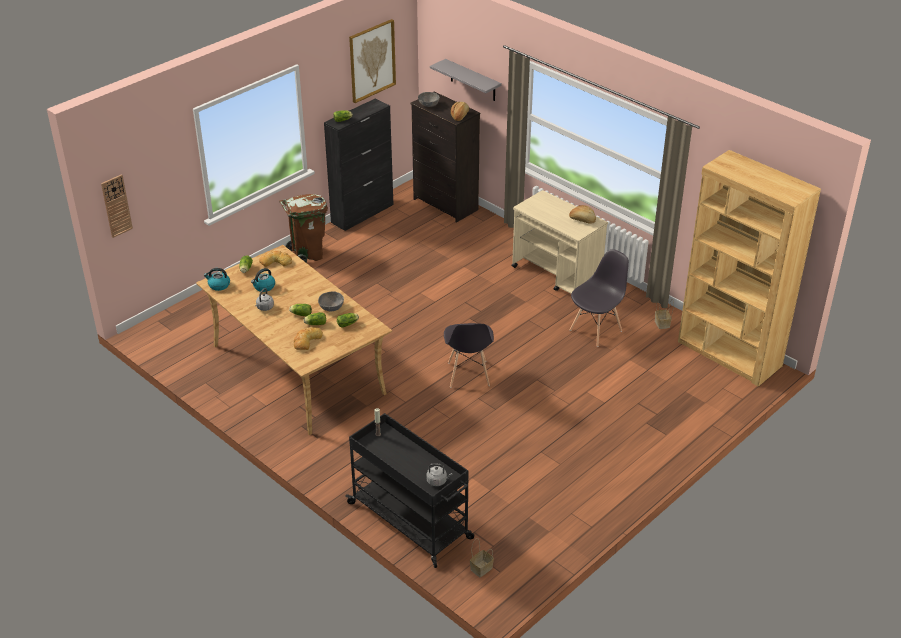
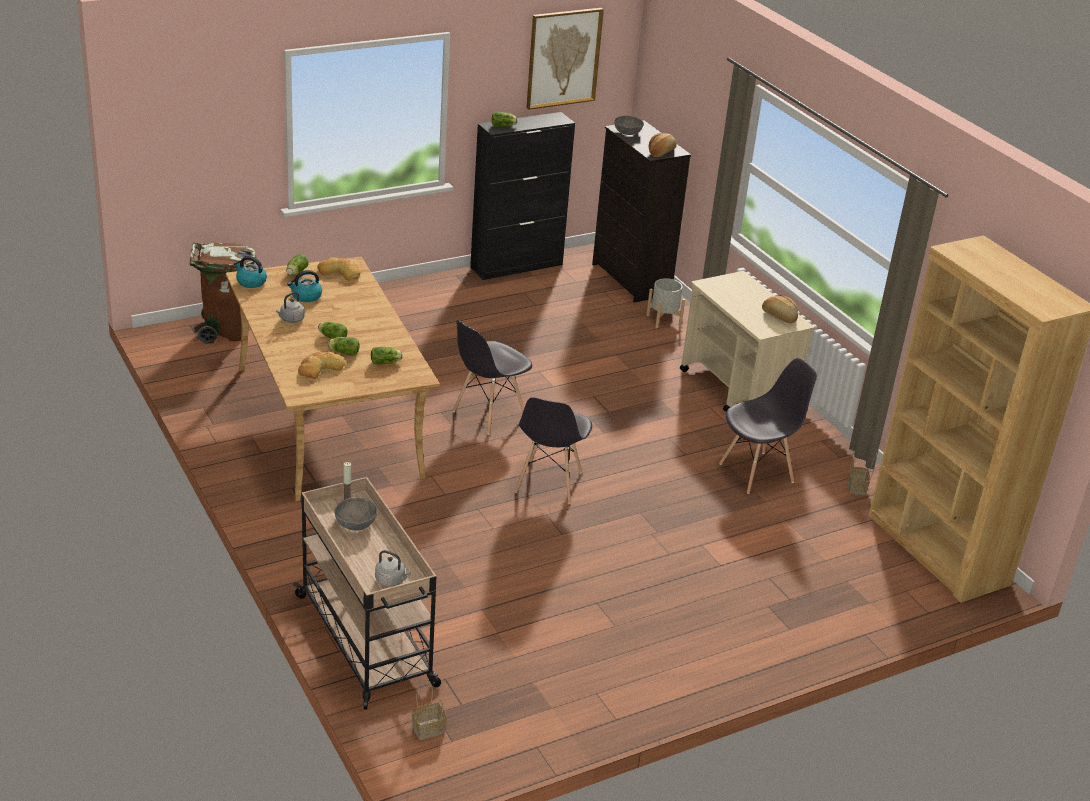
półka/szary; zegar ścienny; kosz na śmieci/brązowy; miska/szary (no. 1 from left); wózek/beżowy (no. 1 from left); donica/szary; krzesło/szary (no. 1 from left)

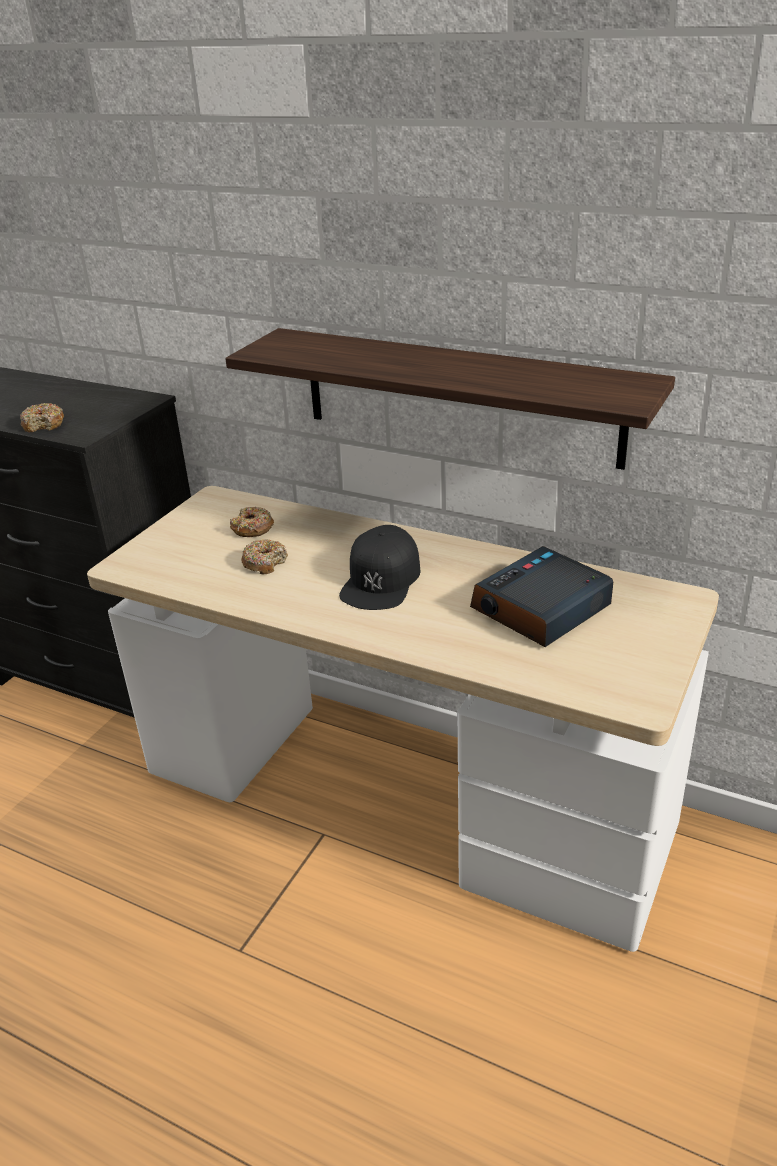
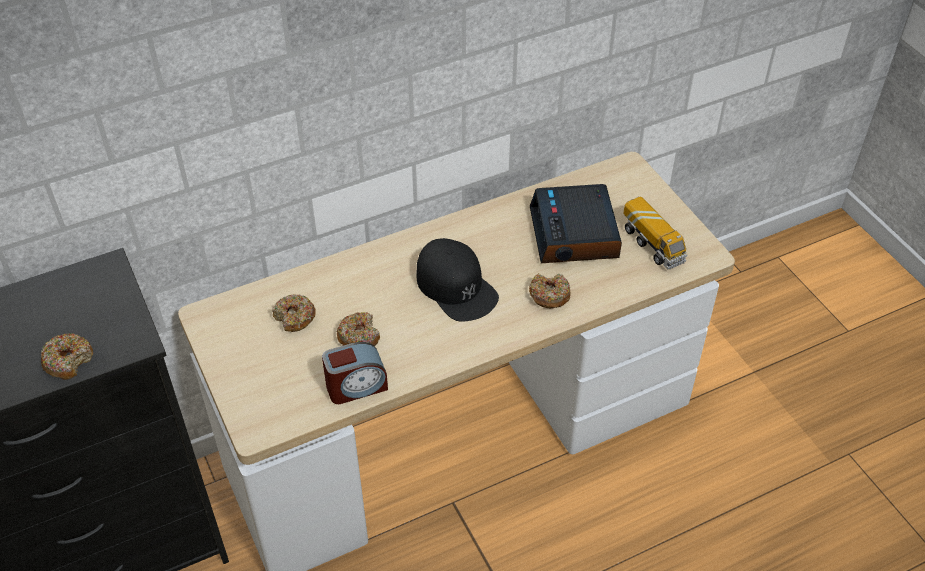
półka; ciężarówka zabawkowa; donut (no. 4 from left); budzik (no. 1 from left)

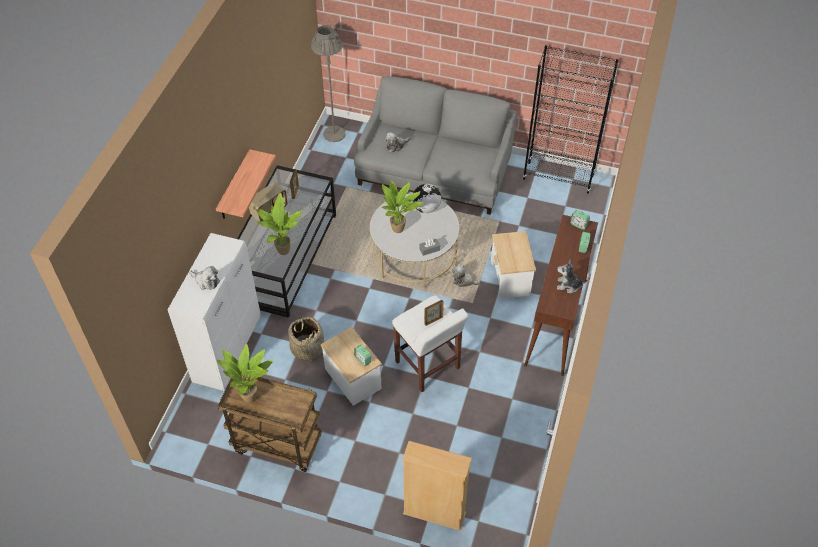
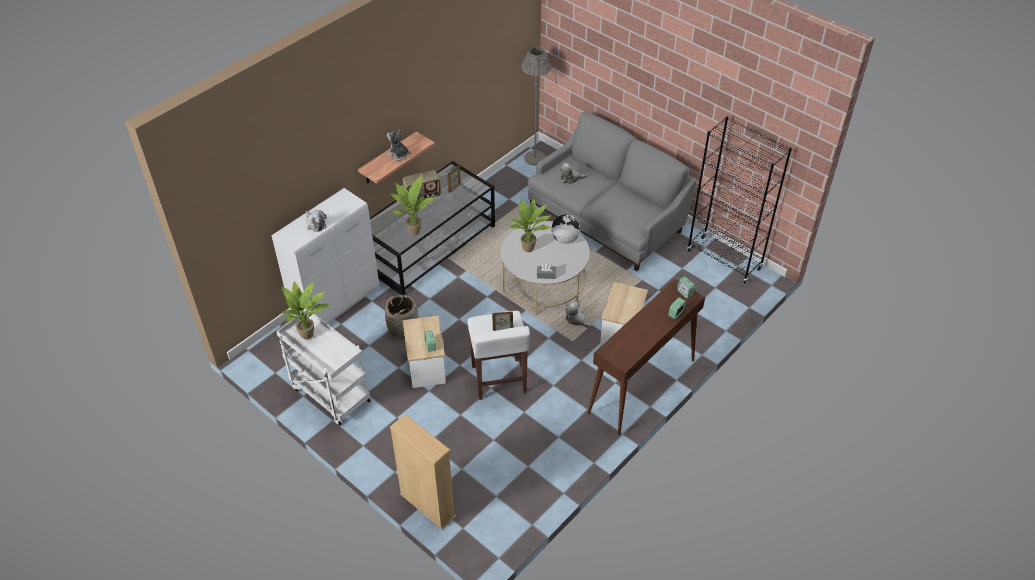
pluszak (no. 2 from left); wózek/biały

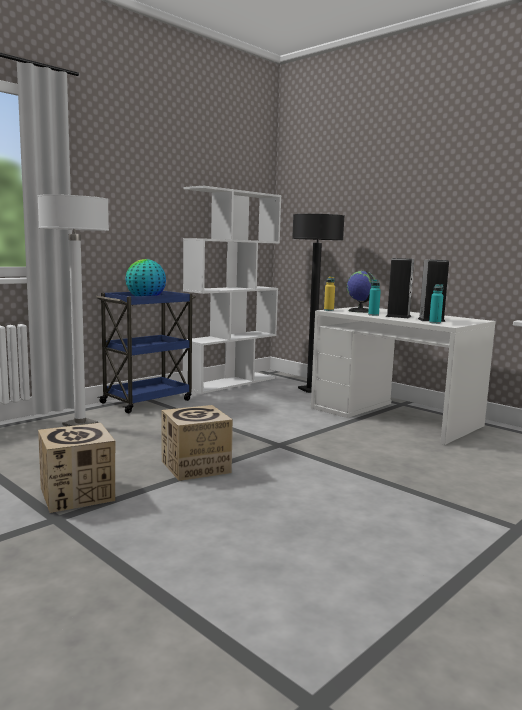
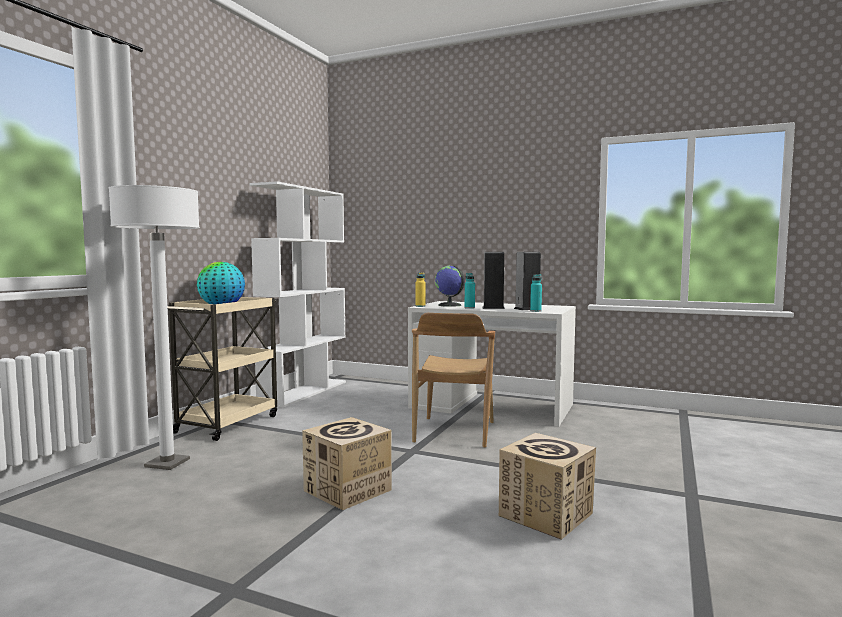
lampa stojąca/czarny; wózek/beżowy; karton (no. 2 from left); krzesło/brązowy

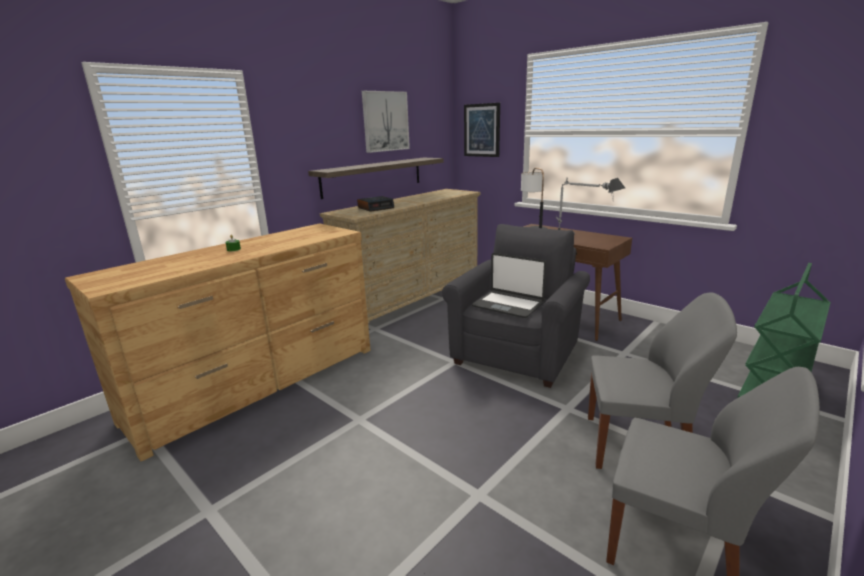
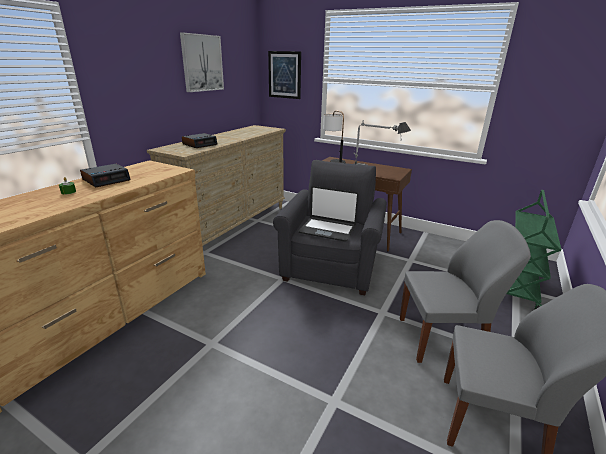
półka; budzik (no. 1 from left)

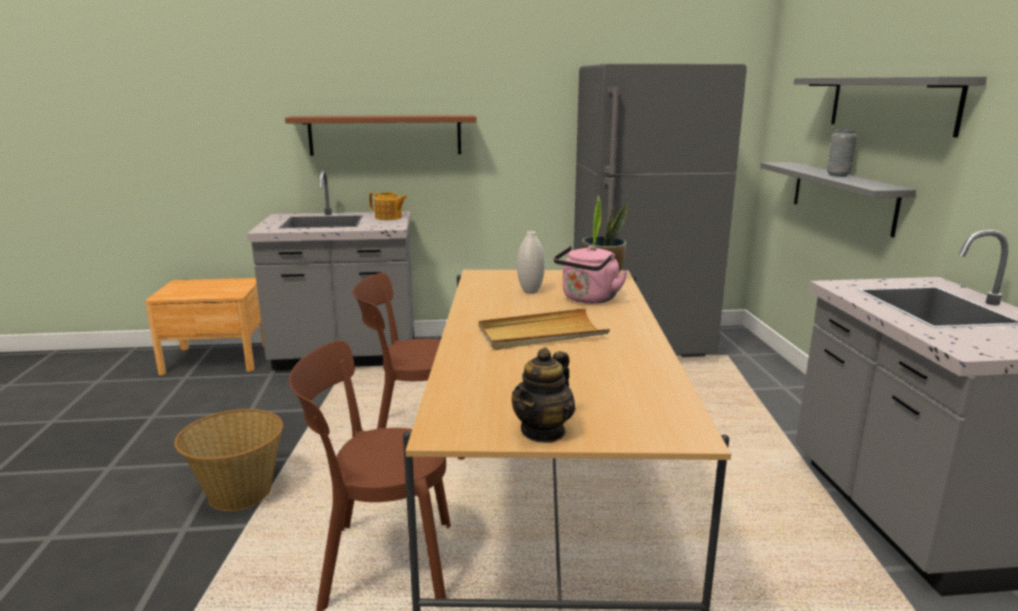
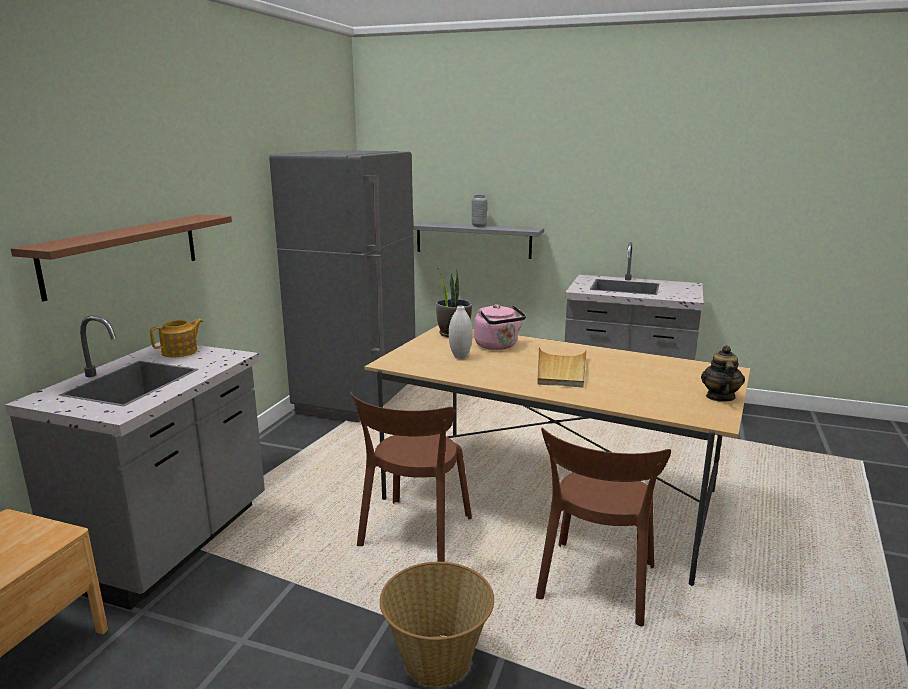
półka/szary (no. 2 from left in the first image); imbryk (no. 2 from left)

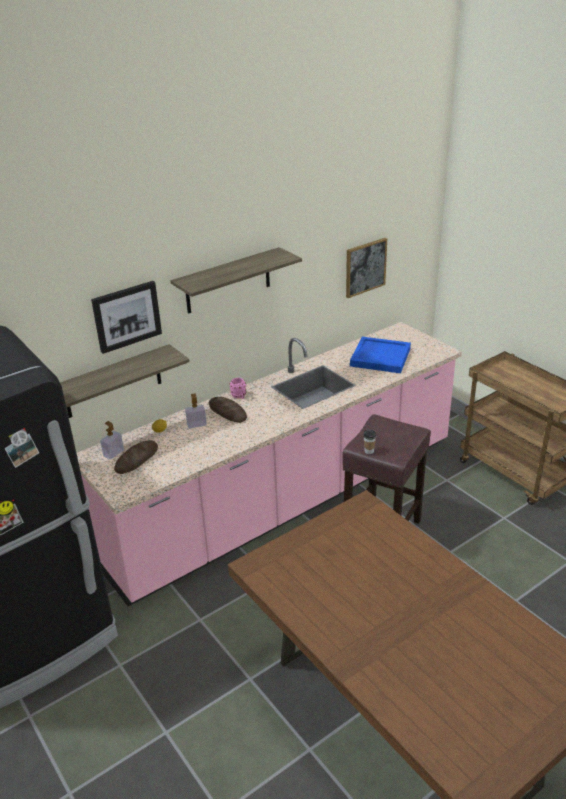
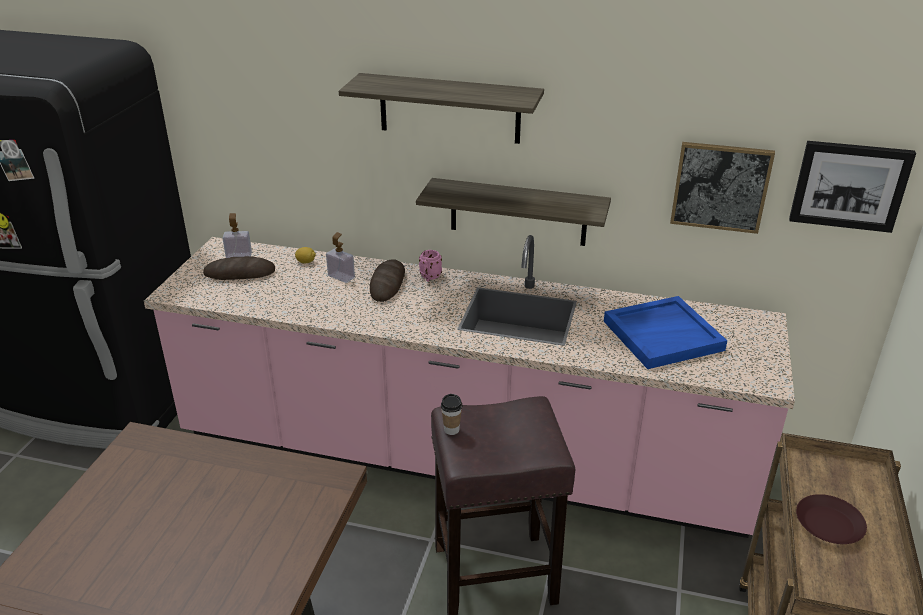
obraz (no. 2 from left); półka (no. 2 from left); talerz/brązowy

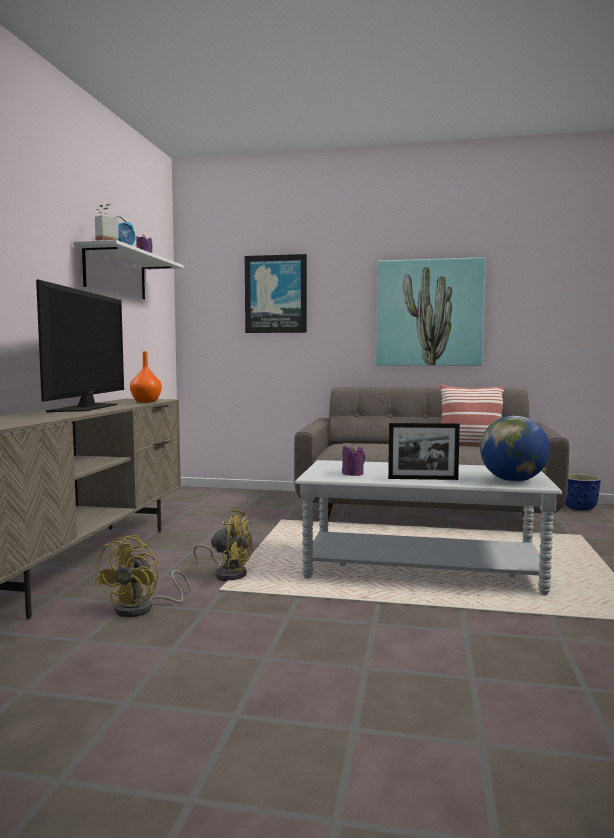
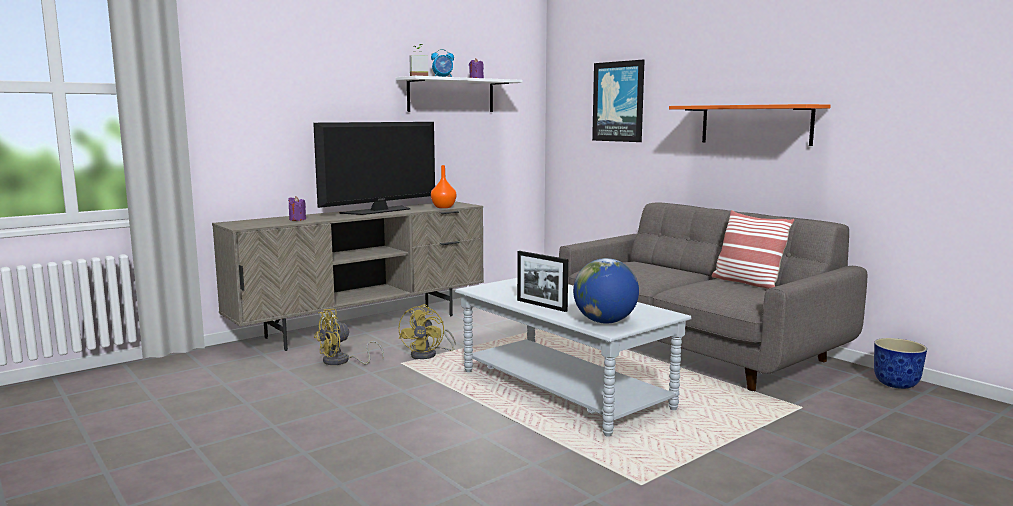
półka/pomarańczowy; świeca/fioletowy (no. 1 from left); wentylator/żółty (no. 2 from left)

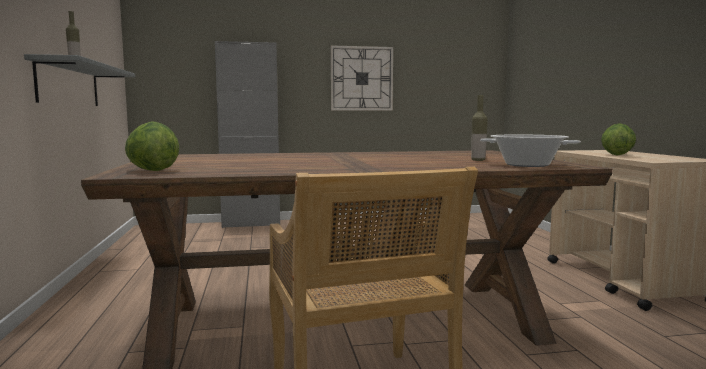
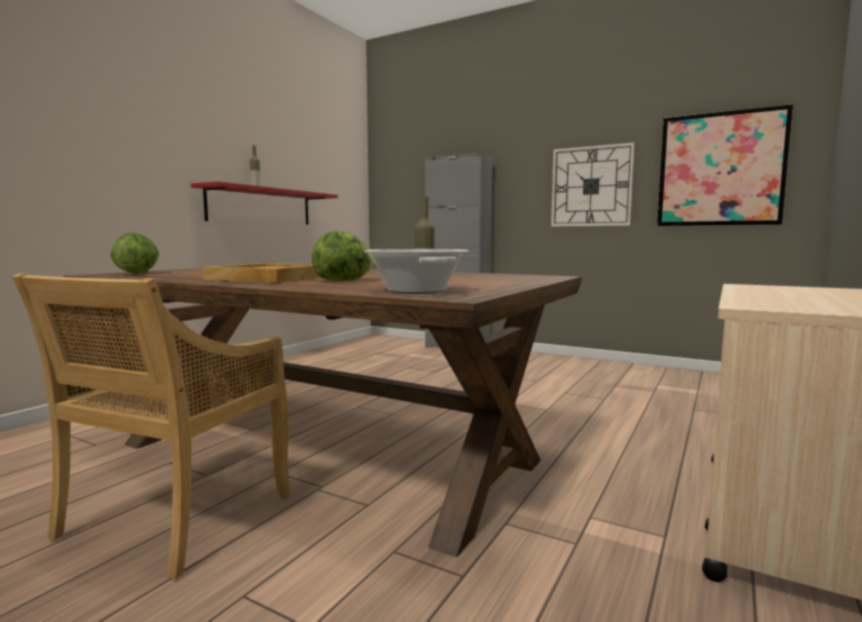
półka/czerwony; sałata (no. 2 from left); obraz; taca/beżowy

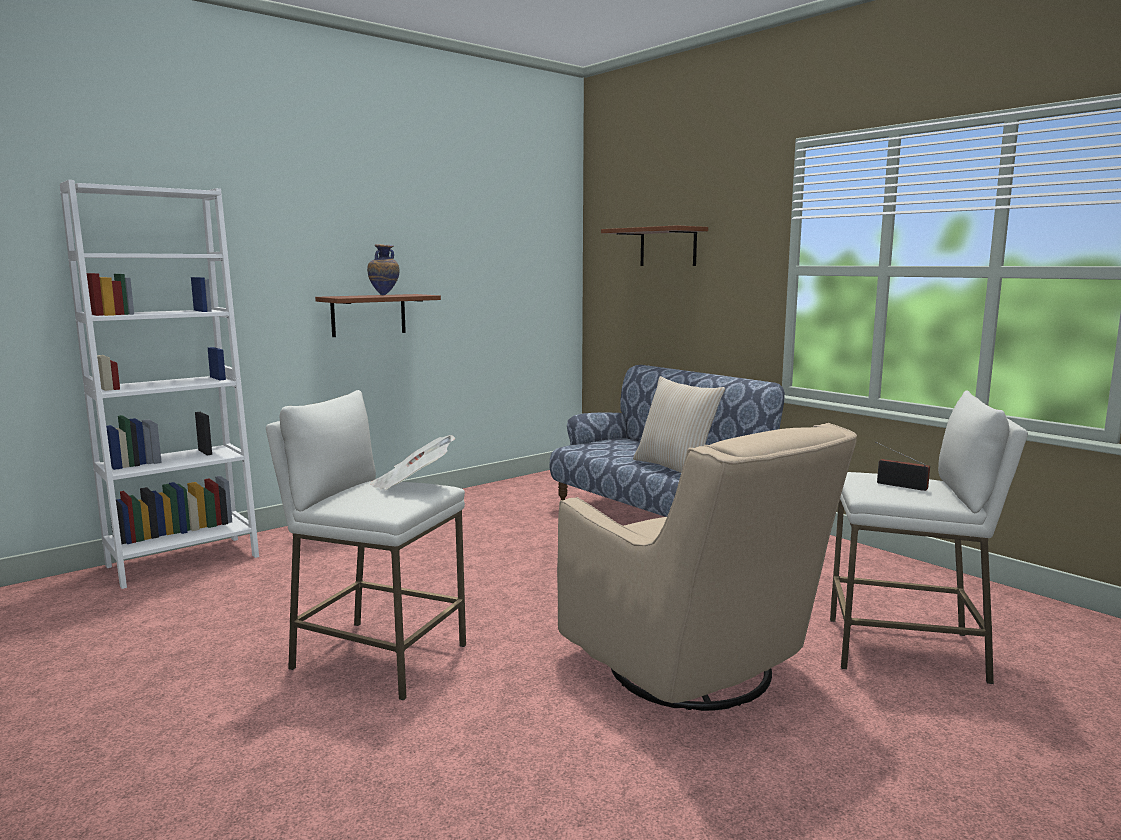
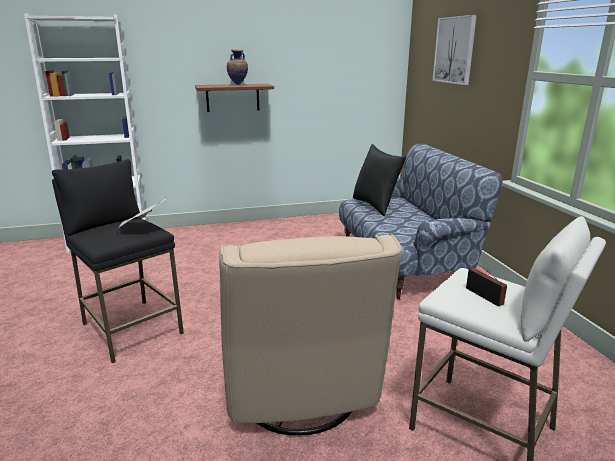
obraz; poduszka/beżowy; stołek/czarny; poduszka/czarny

